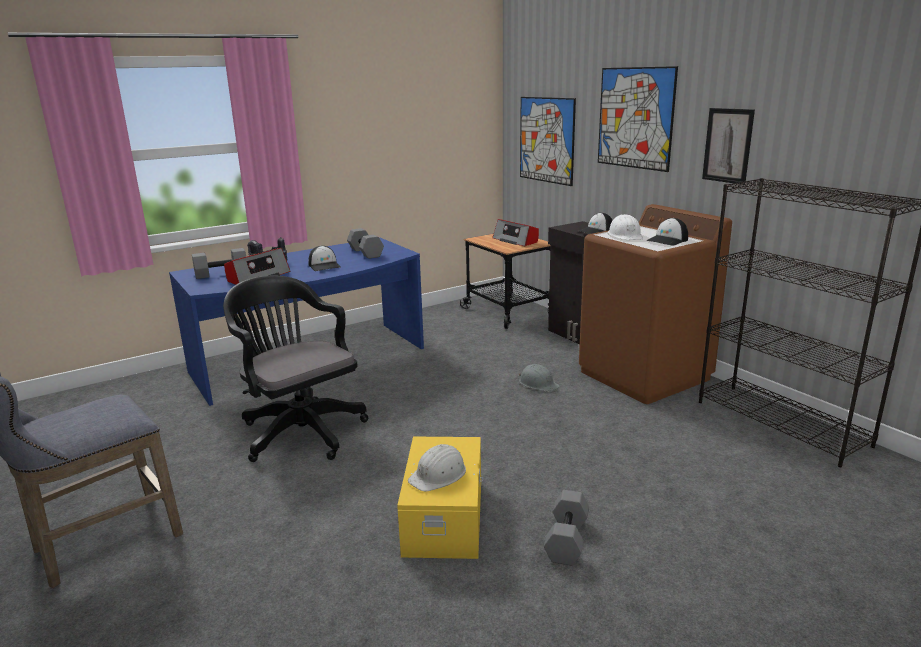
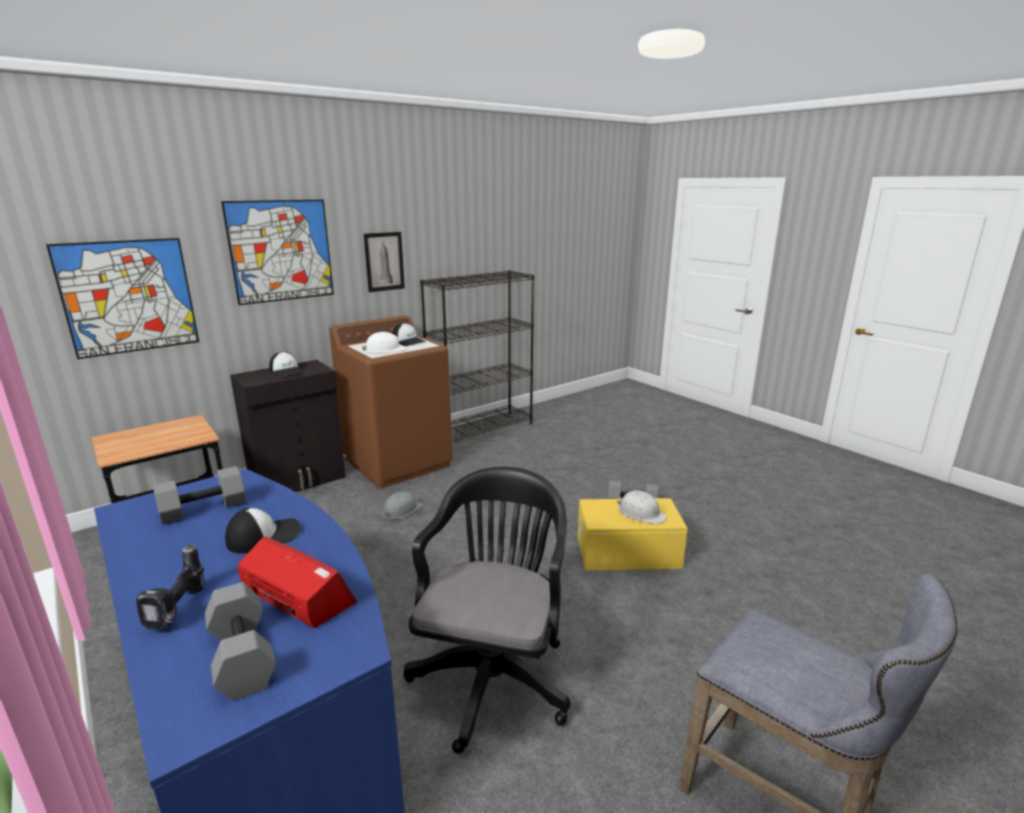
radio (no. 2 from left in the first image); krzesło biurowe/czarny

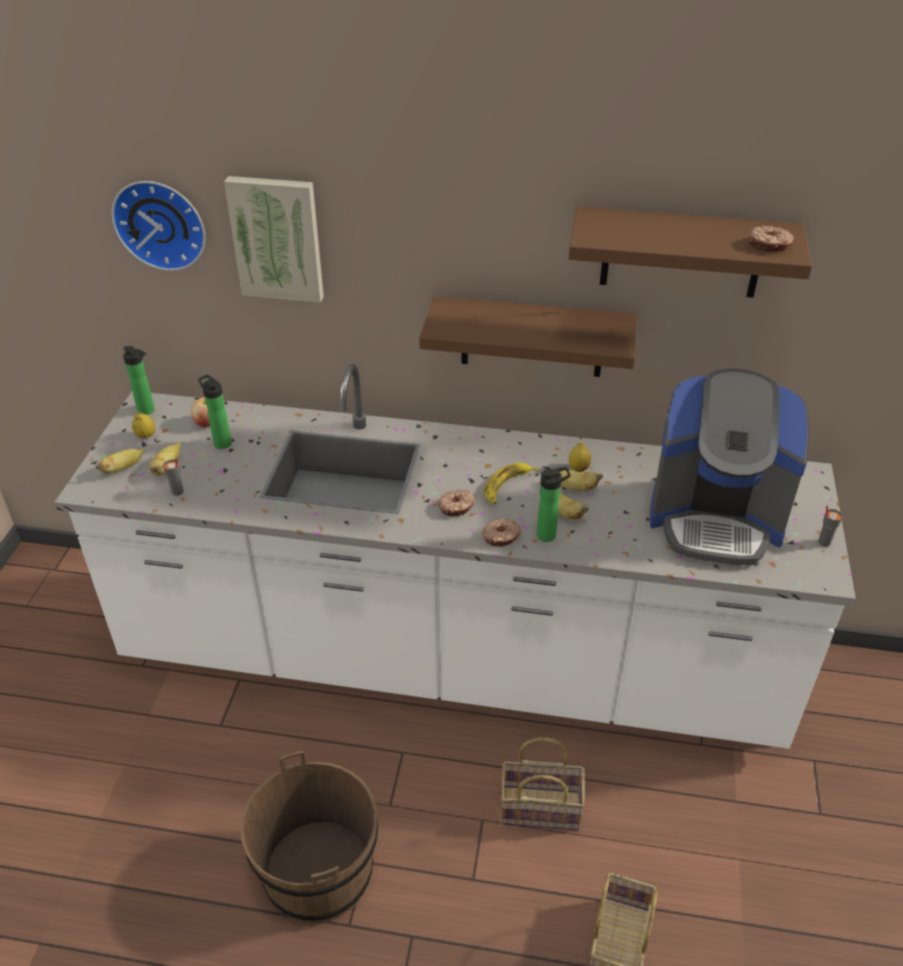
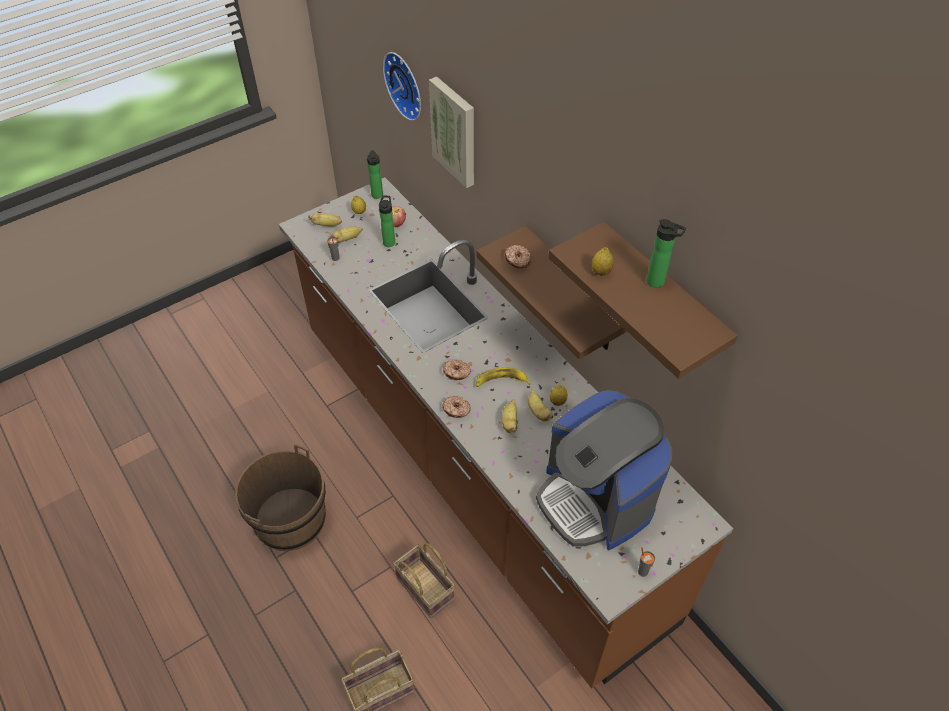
donut (no. 3 from left); zabudowa kuchenna/brązowy; butelka (no. 3 from left); cytryna (no. 3 from left)

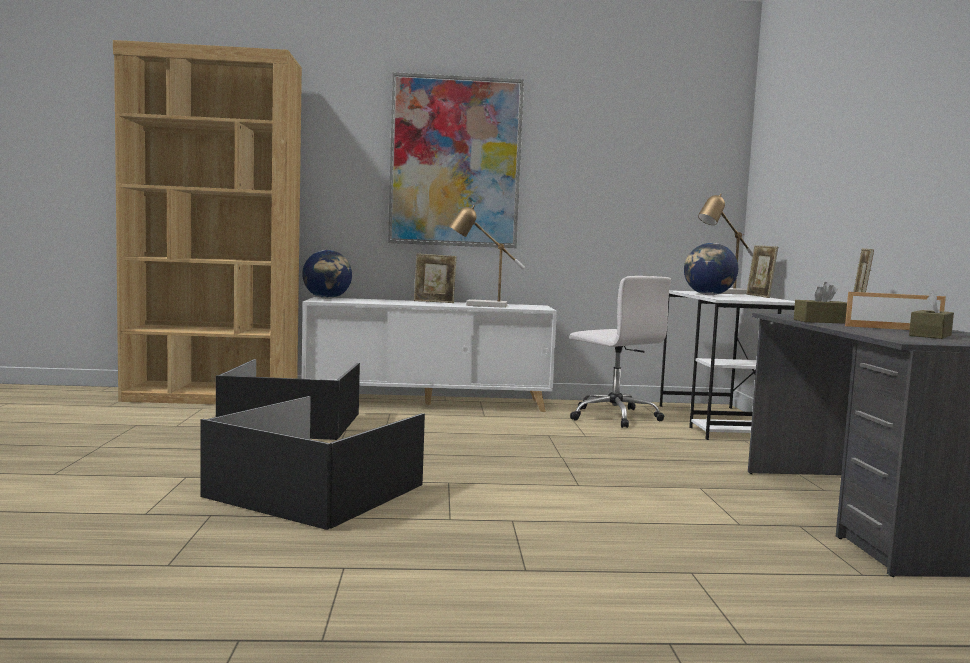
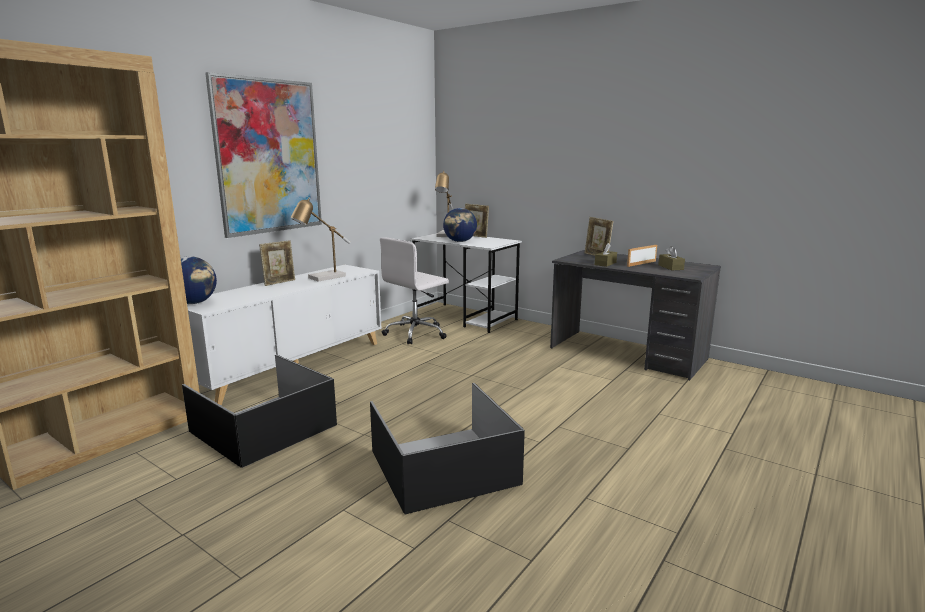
krzesło biurowe/biały

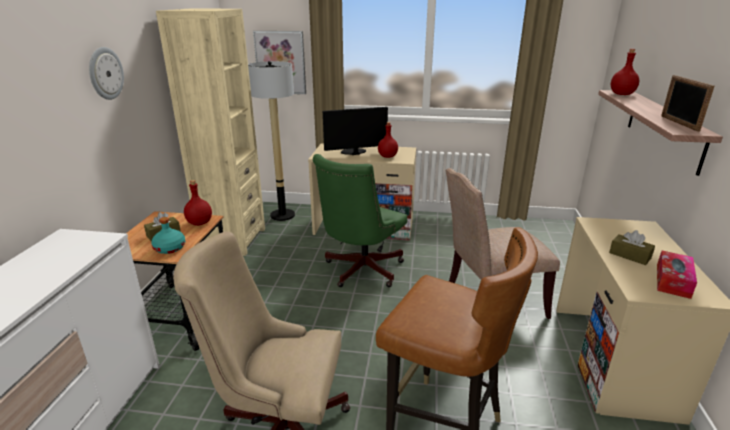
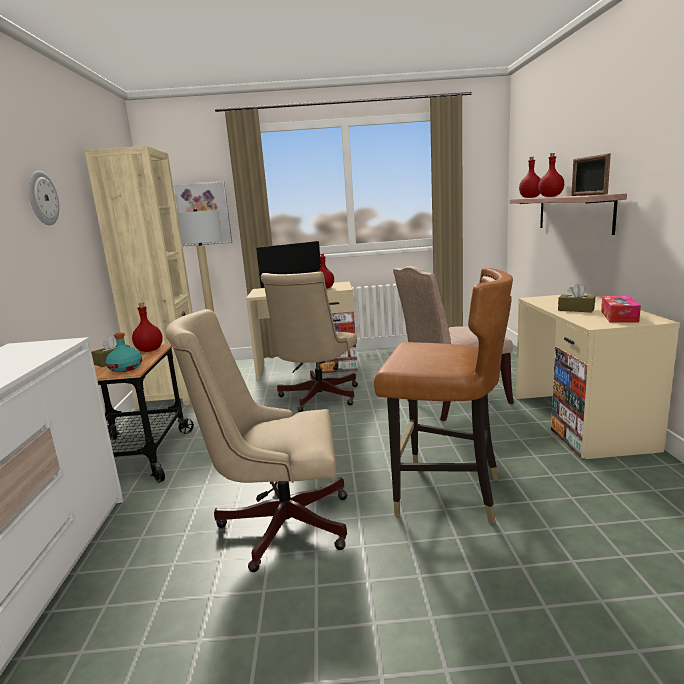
krzesło biurowe/beżowy (no. 2 from left); butelka/czerwony (no. 4 from left)

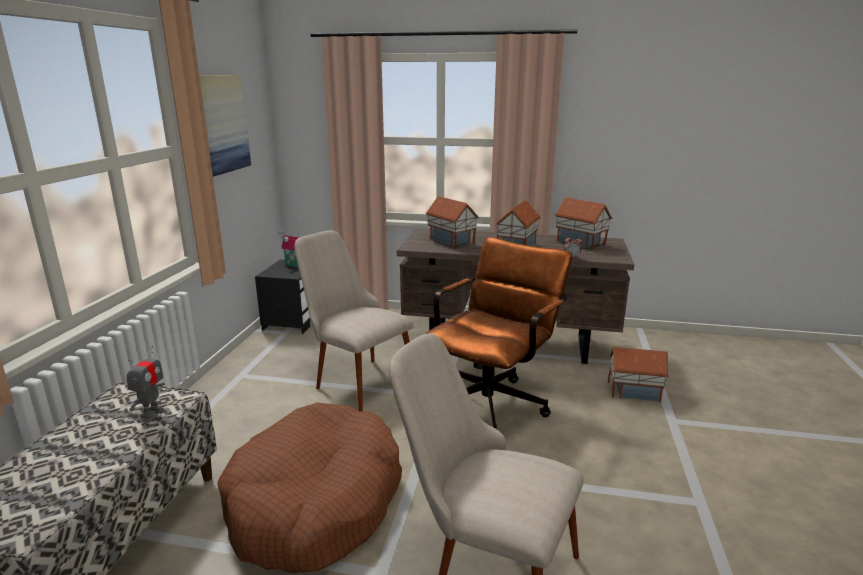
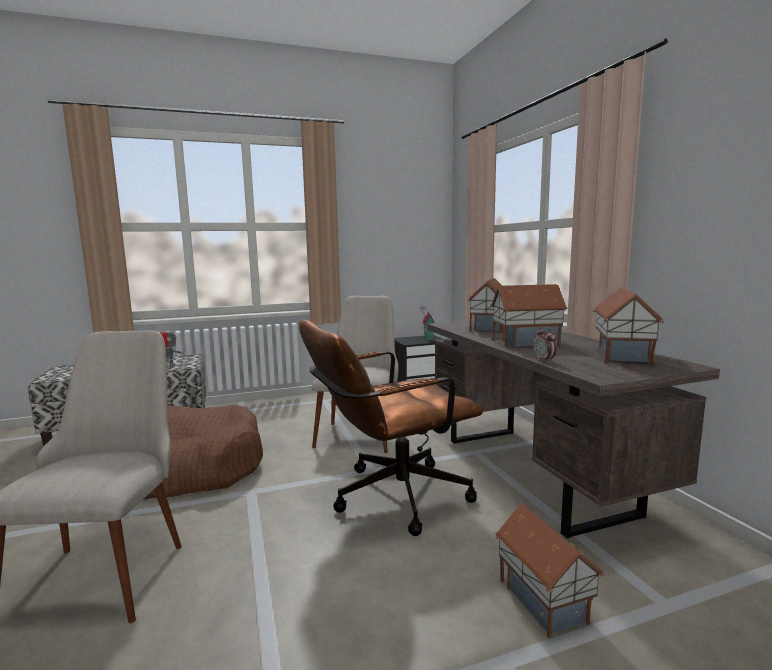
obraz; krzesło biurowe/brązowy

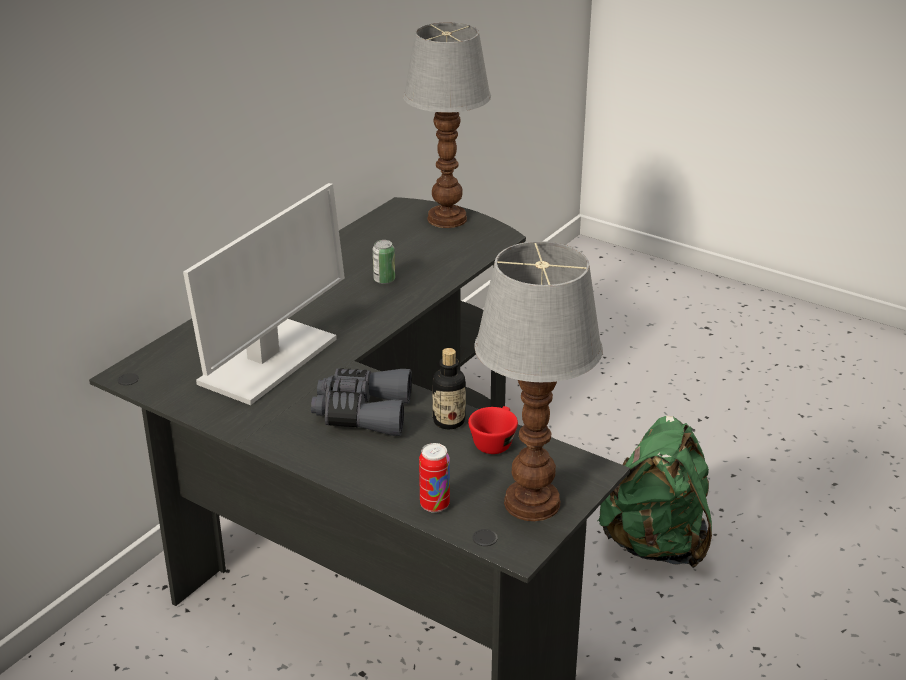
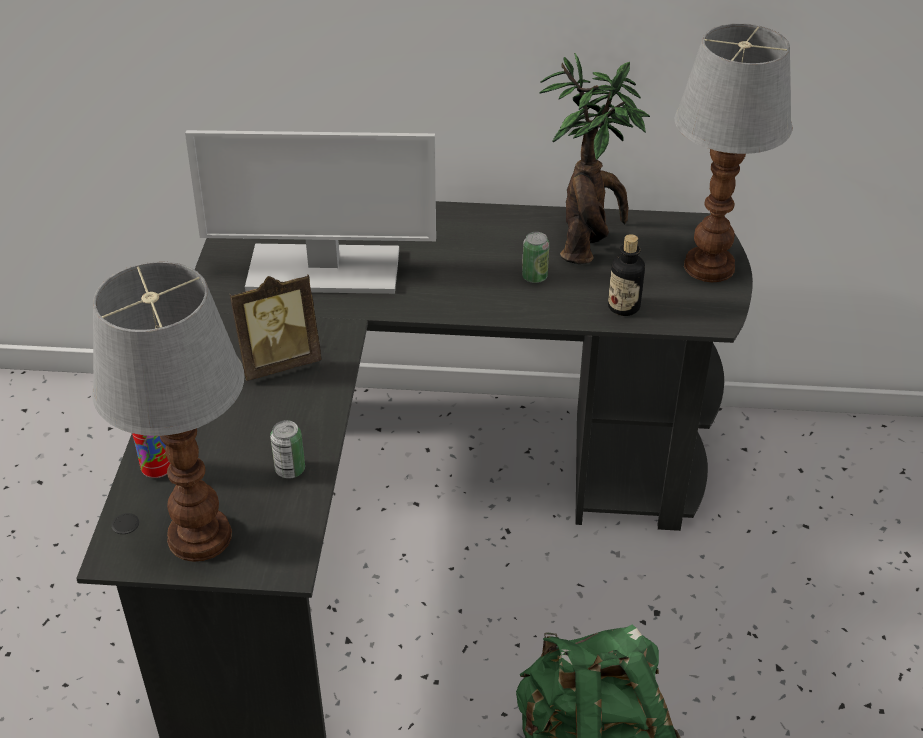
butelka; ramka na zdjęcie; puszka (no. 2 from left); roślina doniczkowa

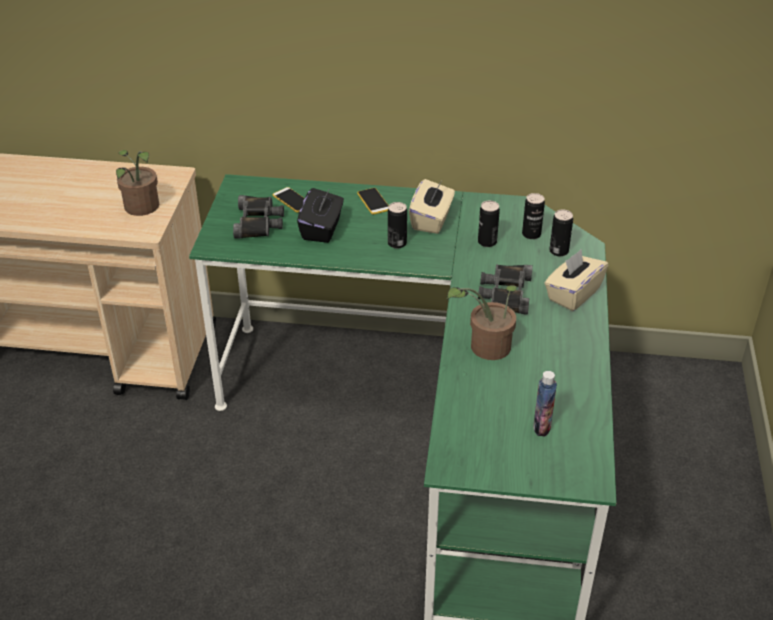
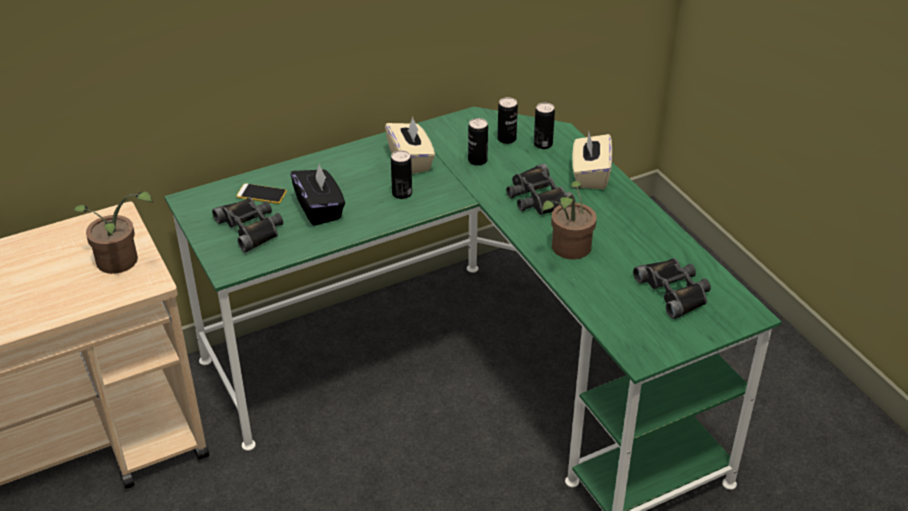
telefon (no. 2 from left in the first image); lornetka/czarny (no. 3 from left)

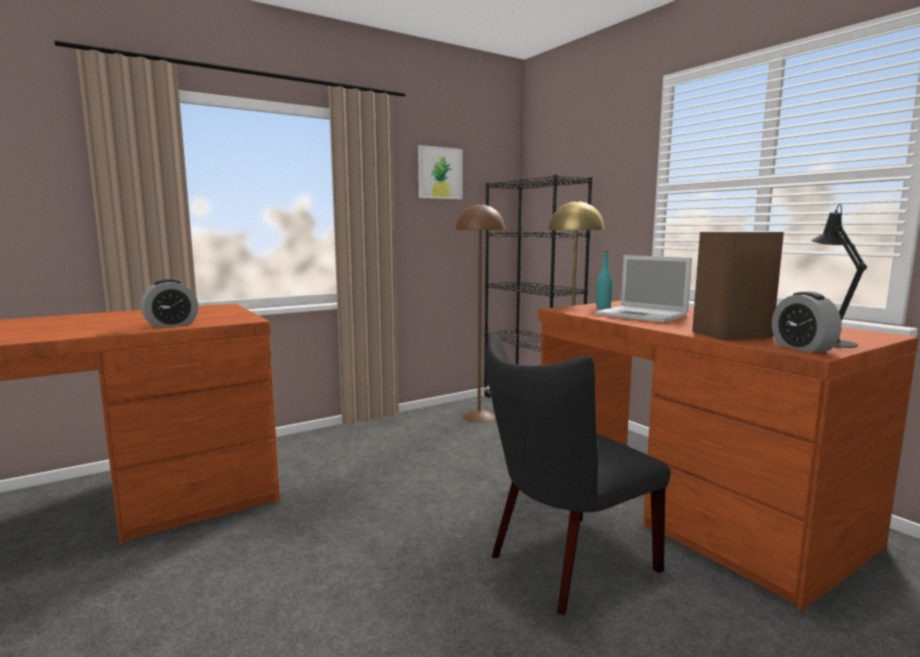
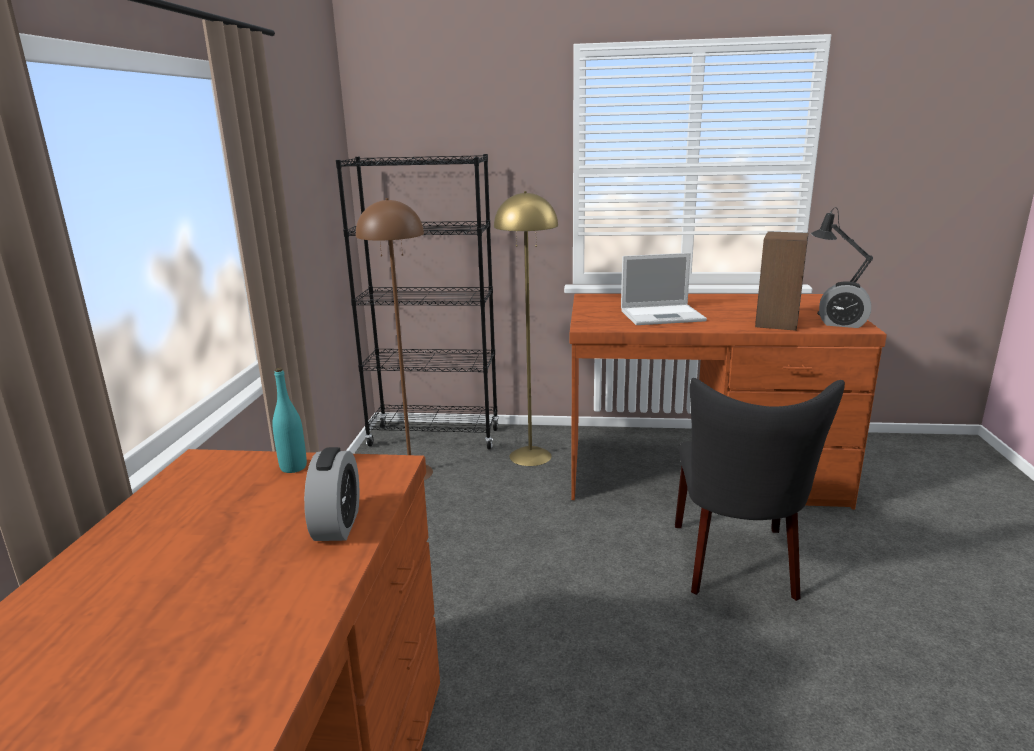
obraz; butelka/turkusowy

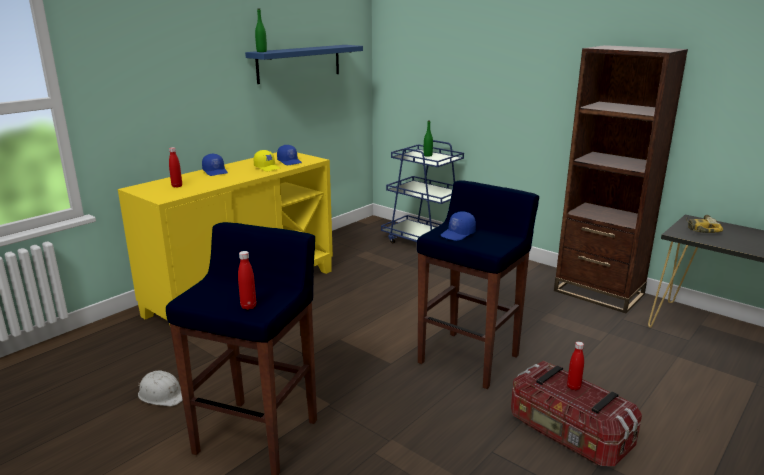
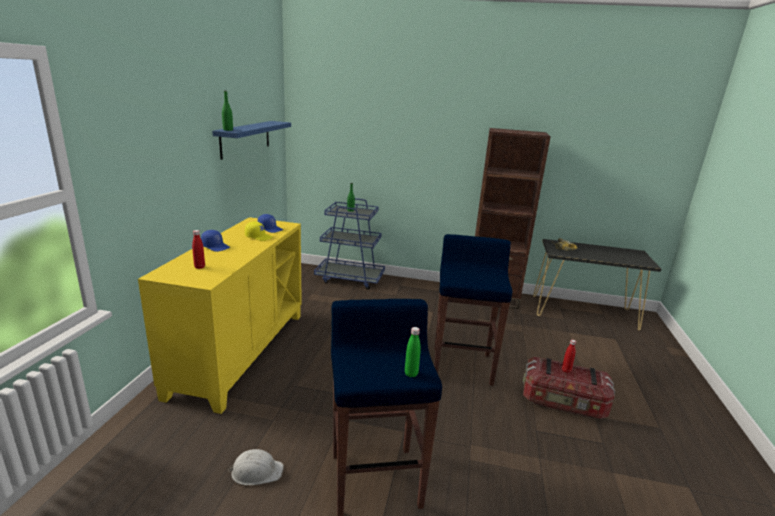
czapka z daszkiem/niebieski (no. 3 from left in the first image); butelka/zielony (no. 3 from left)

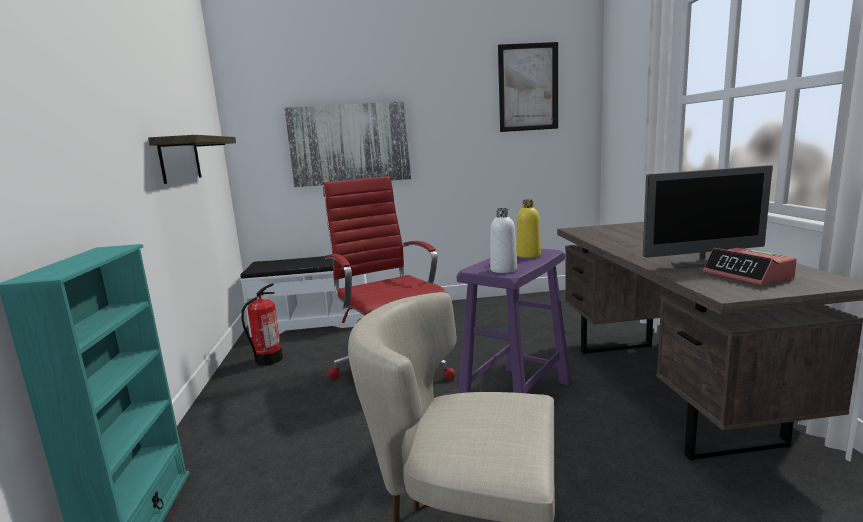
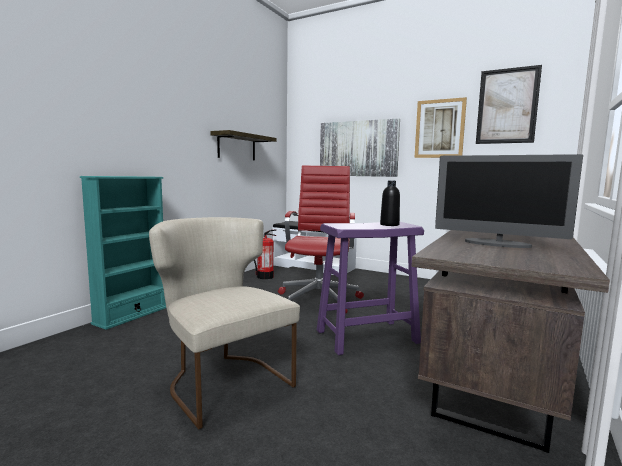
butelka/czarny; butelka/biały; budzik; obraz (no. 2 from left)

